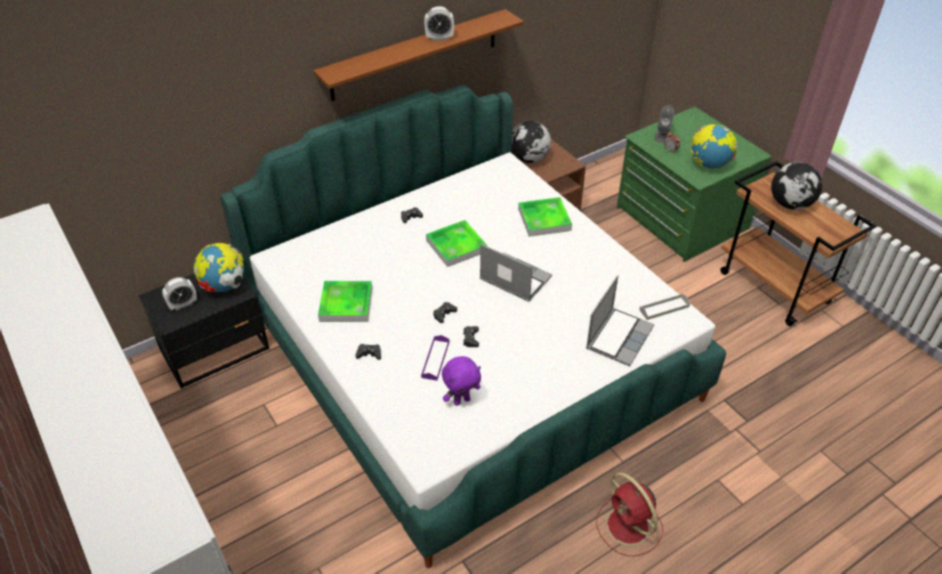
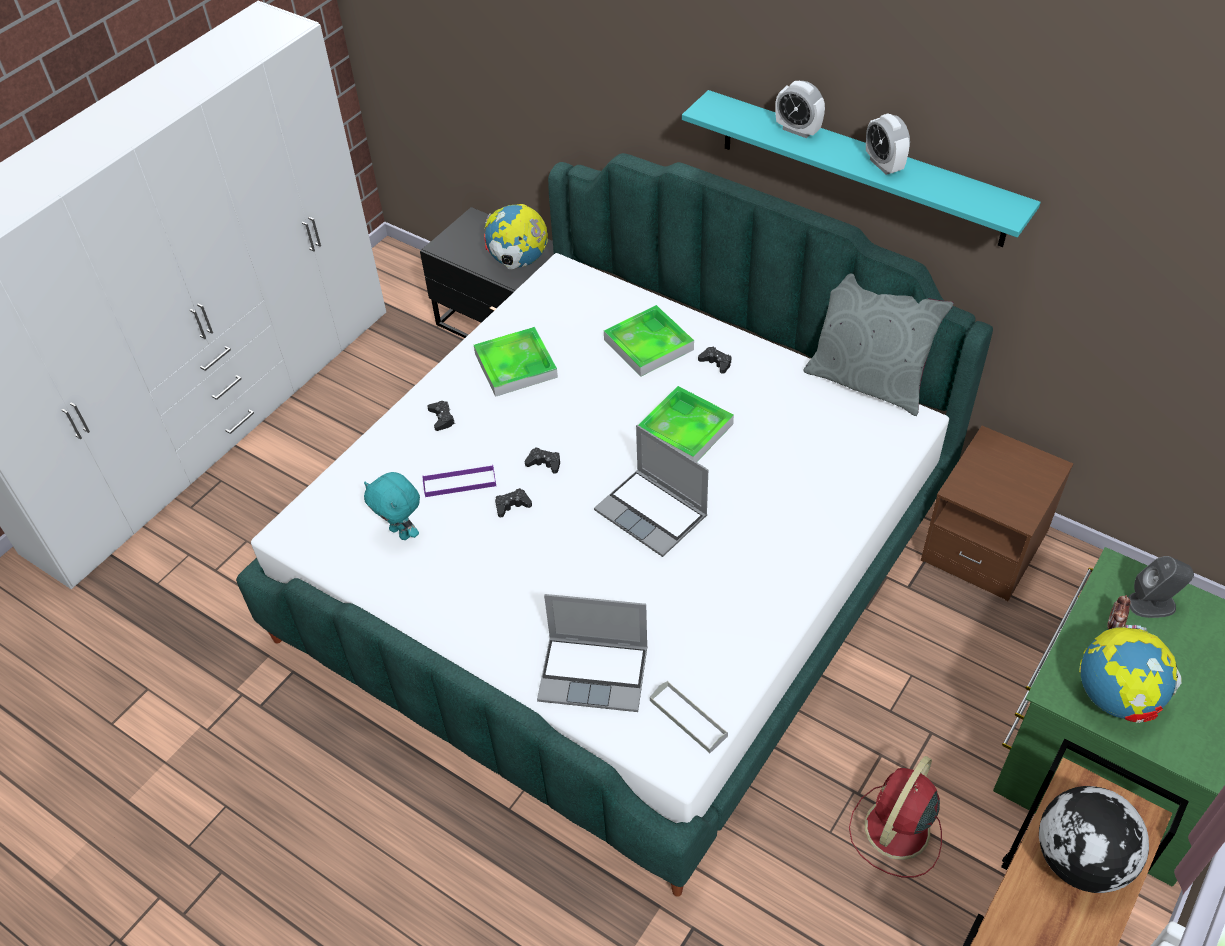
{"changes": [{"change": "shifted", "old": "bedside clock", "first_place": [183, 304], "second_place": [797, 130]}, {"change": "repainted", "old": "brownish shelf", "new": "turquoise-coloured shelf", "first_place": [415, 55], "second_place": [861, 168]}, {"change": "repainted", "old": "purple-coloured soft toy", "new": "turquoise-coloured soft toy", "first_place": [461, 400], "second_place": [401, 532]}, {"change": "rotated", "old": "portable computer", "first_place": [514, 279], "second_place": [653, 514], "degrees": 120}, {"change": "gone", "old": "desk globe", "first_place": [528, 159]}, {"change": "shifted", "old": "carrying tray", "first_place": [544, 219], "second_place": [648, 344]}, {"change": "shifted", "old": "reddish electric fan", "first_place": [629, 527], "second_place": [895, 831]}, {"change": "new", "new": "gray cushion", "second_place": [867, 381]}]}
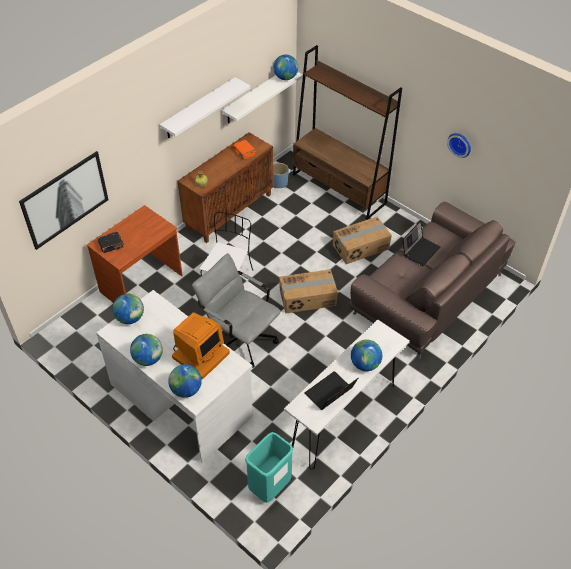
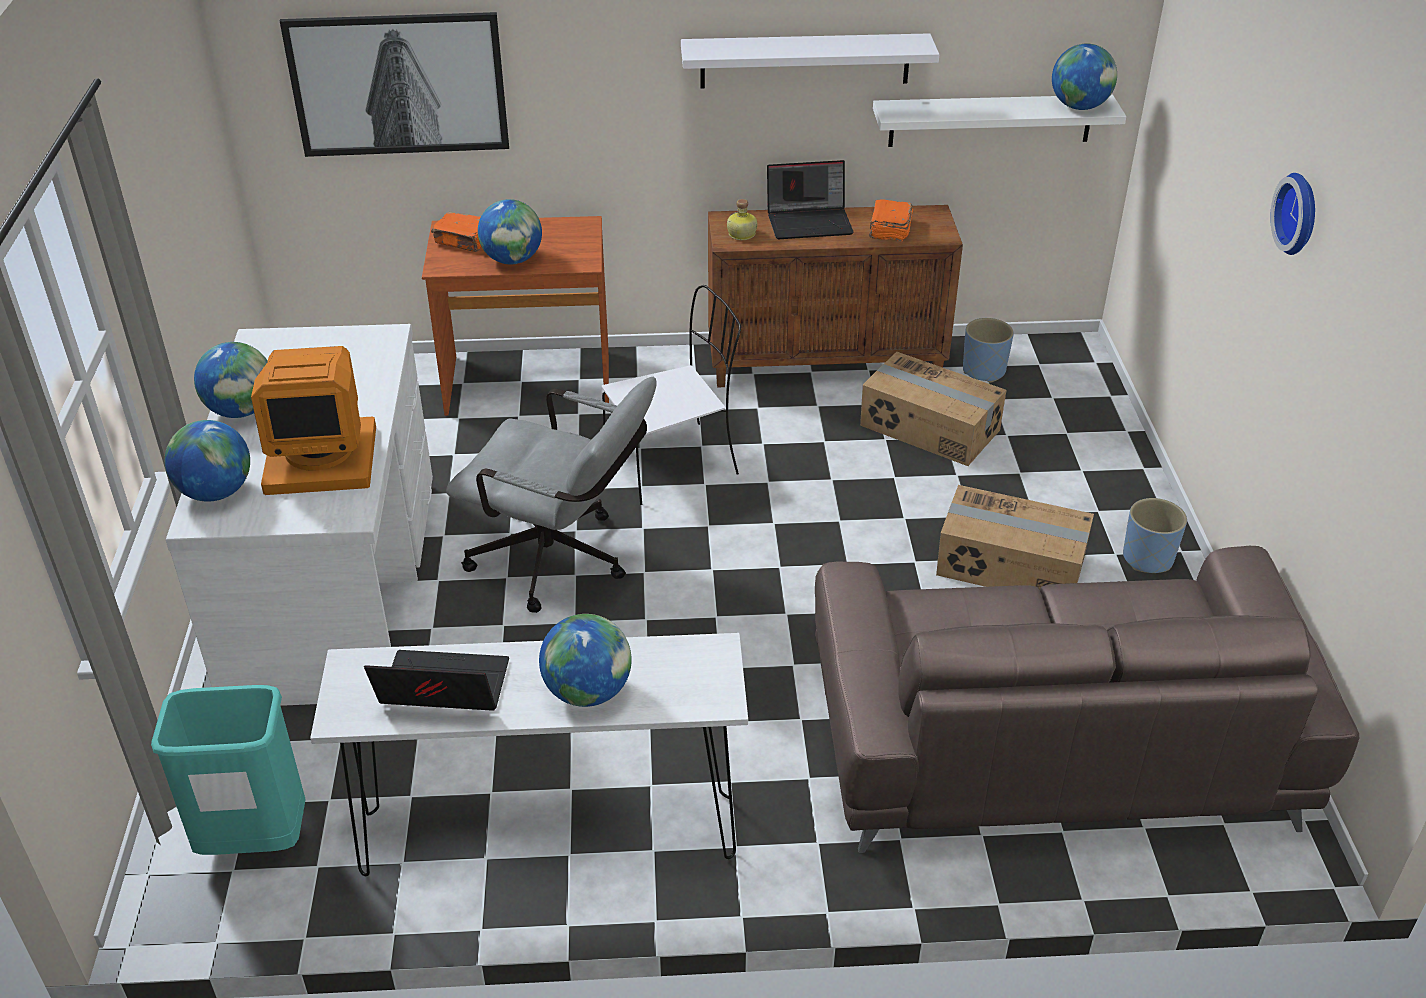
{"changes": [{"change": "repainted", "old": "black-coloured book", "new": "orangey book", "first_place": [111, 245], "second_place": [464, 241]}, {"change": "shifted", "old": "desk globe", "first_place": [130, 318], "second_place": [512, 260]}, {"change": "rotated", "old": "gray desk chair", "first_place": [239, 338], "second_place": [562, 562], "degrees": 120}, {"change": "shifted", "old": "cardboard box", "first_place": [308, 298], "second_place": [929, 428]}, {"change": "gone", "old": "brownish bookshelf", "first_place": [339, 189]}, {"change": "shifted", "old": "portable computer", "first_place": [420, 250], "second_place": [810, 222]}, {"change": "shifted", "old": "hanging clock", "first_place": [460, 144], "second_place": [1300, 213]}, {"change": "new", "new": "blue-coloured flower pot", "second_place": [1147, 558]}]}
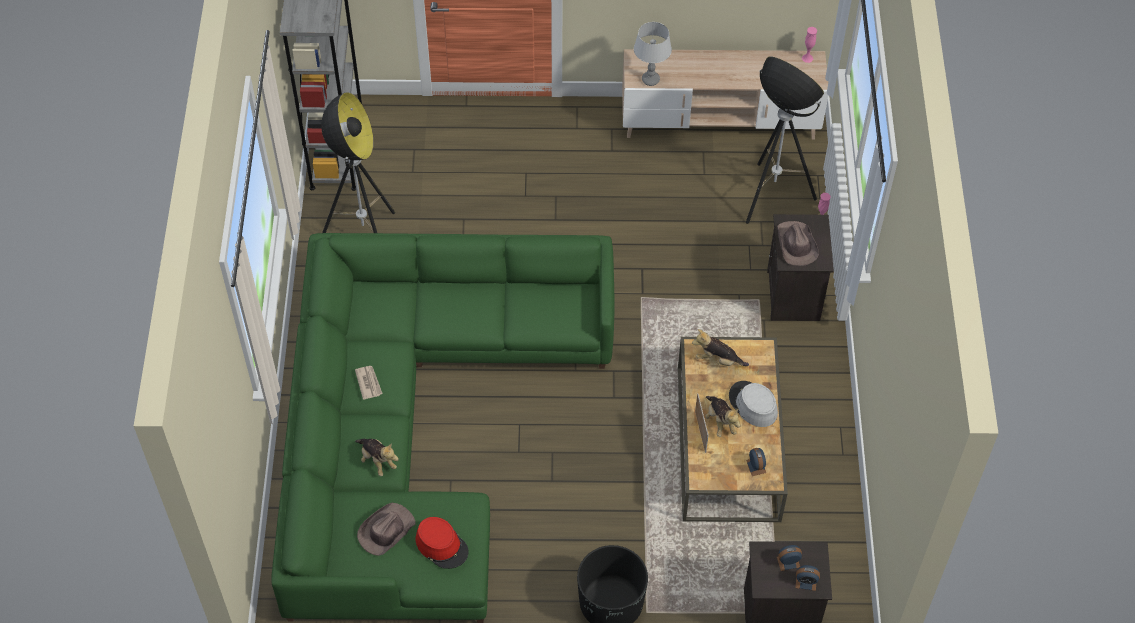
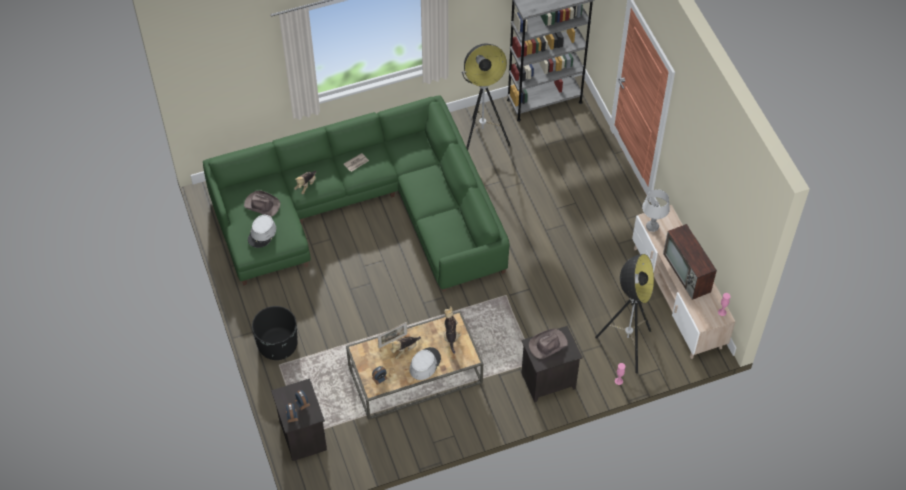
{"changes": [{"change": "repainted", "old": "reddish clothing hat", "new": "gray clothing hat", "first_place": [442, 545], "second_place": [262, 234]}, {"change": "new", "new": "TV set", "second_place": [687, 273]}]}
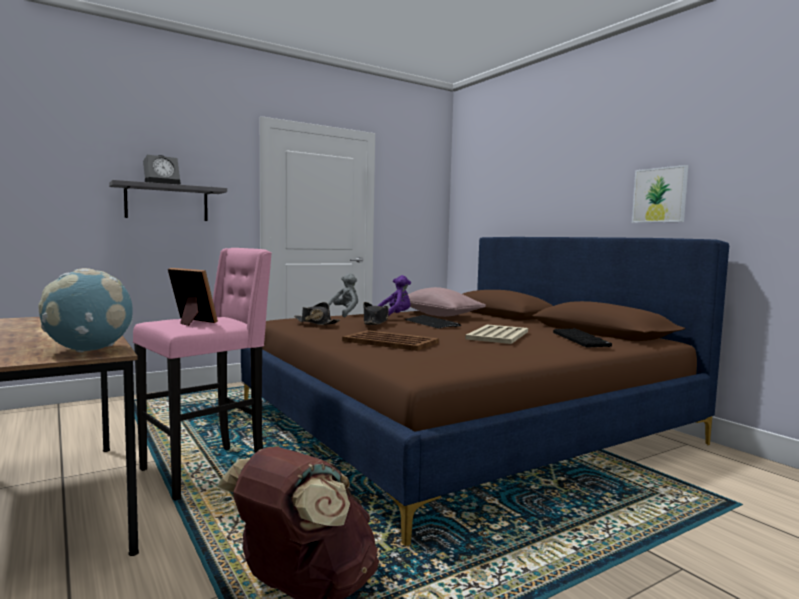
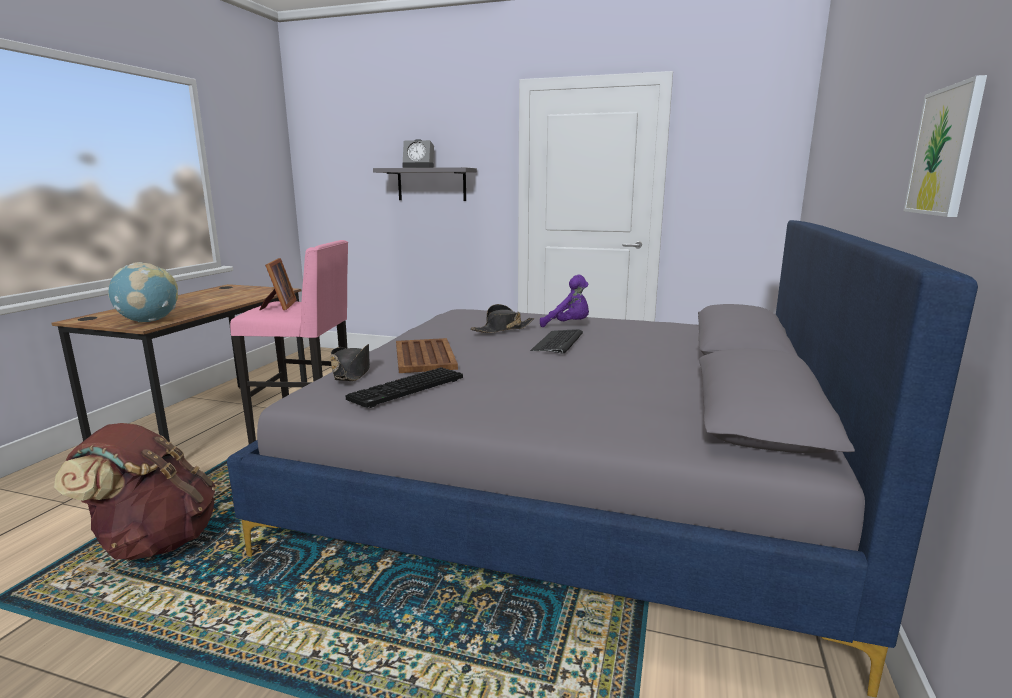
{"changes": [{"change": "repainted", "old": "brownish bedroom bed", "new": "gray bedroom bed", "first_place": [459, 423], "second_place": [570, 476]}, {"change": "shifted", "old": "black-coloured clothing hat", "first_place": [316, 323], "second_place": [352, 372]}, {"change": "gone", "old": "gray soft toy", "first_place": [344, 314]}, {"change": "gone", "old": "pinkish cushion", "first_place": [438, 315]}, {"change": "gone", "old": "sand-coloured carrying tray", "first_place": [498, 335]}, {"change": "shifted", "old": "PC keyboard", "first_place": [582, 339], "second_place": [407, 389]}]}
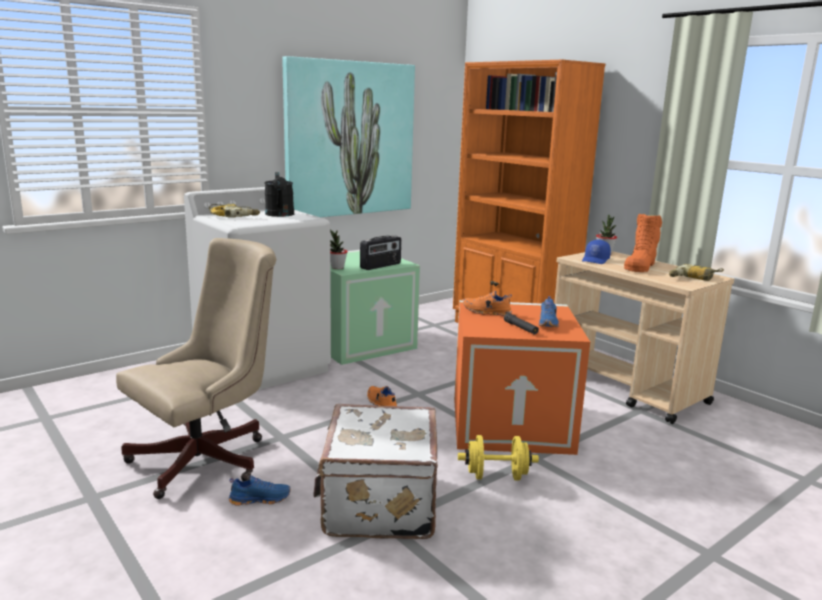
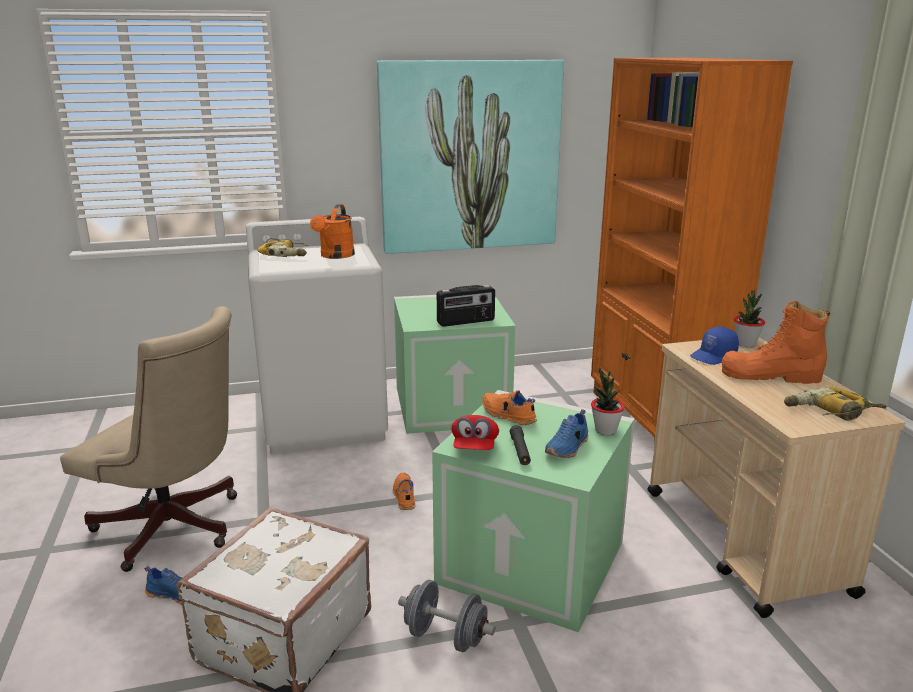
{"changes": [{"change": "rotated", "old": "sand-coloured desk chair", "first_place": [208, 458], "second_place": [175, 530], "degrees": 45}, {"change": "repainted", "old": "black-coloured watering can", "new": "orangey watering can", "first_place": [280, 215], "second_place": [335, 256]}, {"change": "shifted", "old": "houseplant", "first_place": [337, 267], "second_place": [605, 430]}, {"change": "repainted", "old": "orangey storage box", "new": "green storage box", "first_place": [512, 423], "second_place": [535, 561]}, {"change": "repainted", "old": "yellow-coloured free weight", "new": "gray free weight", "first_place": [496, 476], "second_place": [446, 637]}, {"change": "rotated", "old": "orangey tall boot", "first_place": [640, 266], "second_place": [770, 376], "degrees": 45}, {"change": "new", "new": "reddish cap", "second_place": [474, 447]}]}
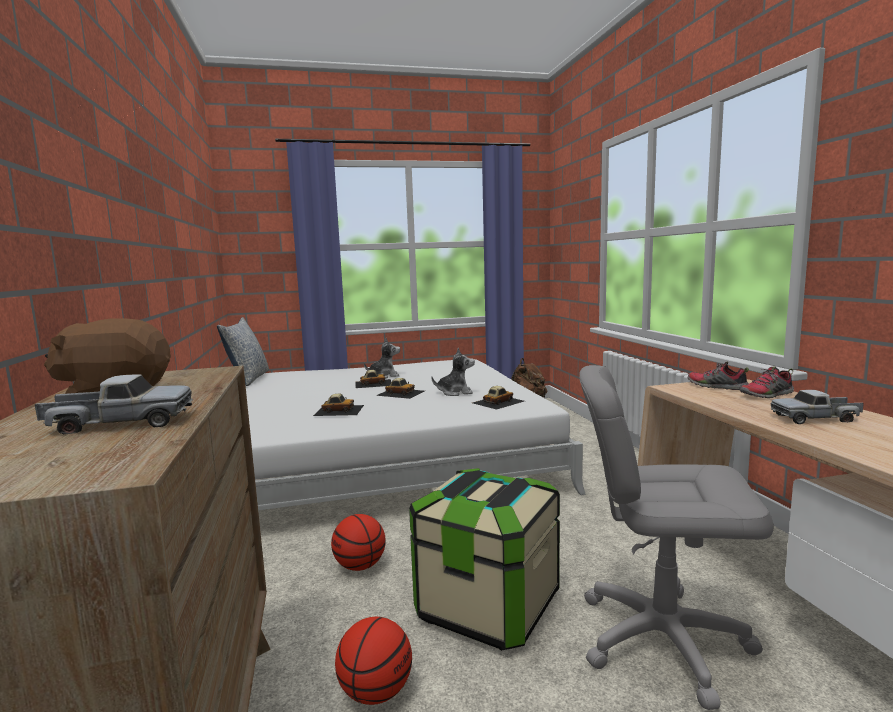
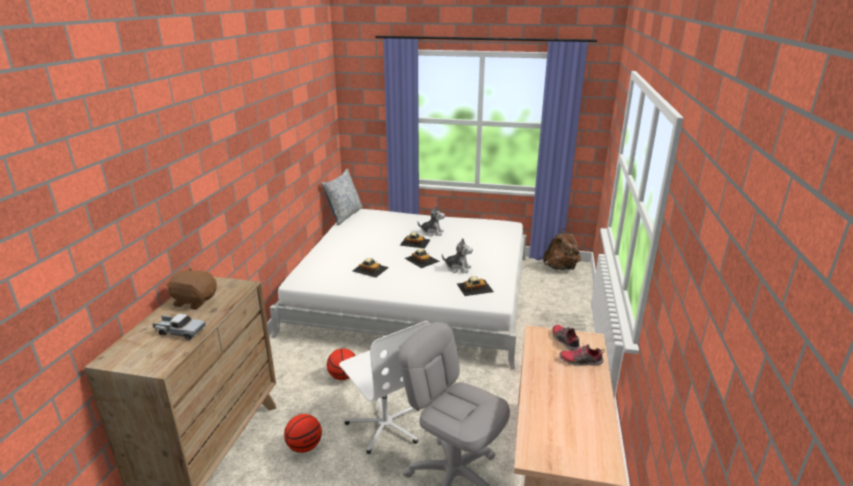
{"changes": [{"change": "swapped", "old": "storage box", "new": "whitish desk chair", "first_place": [488, 606], "second_place": [386, 424]}, {"change": "gone", "old": "model truck", "first_place": [815, 418]}]}
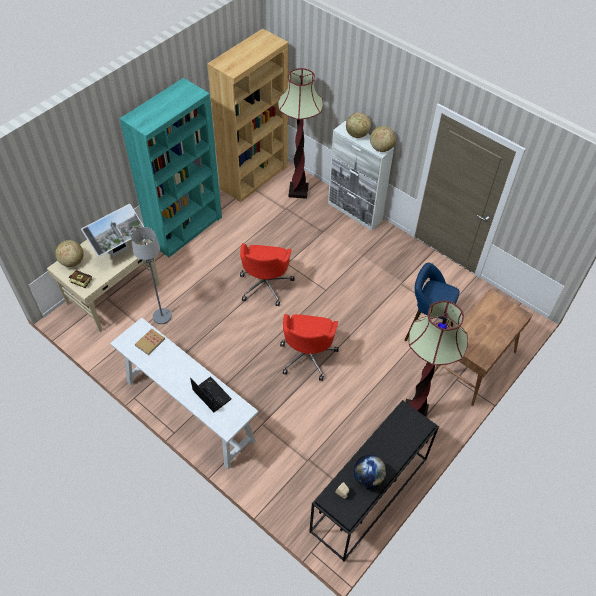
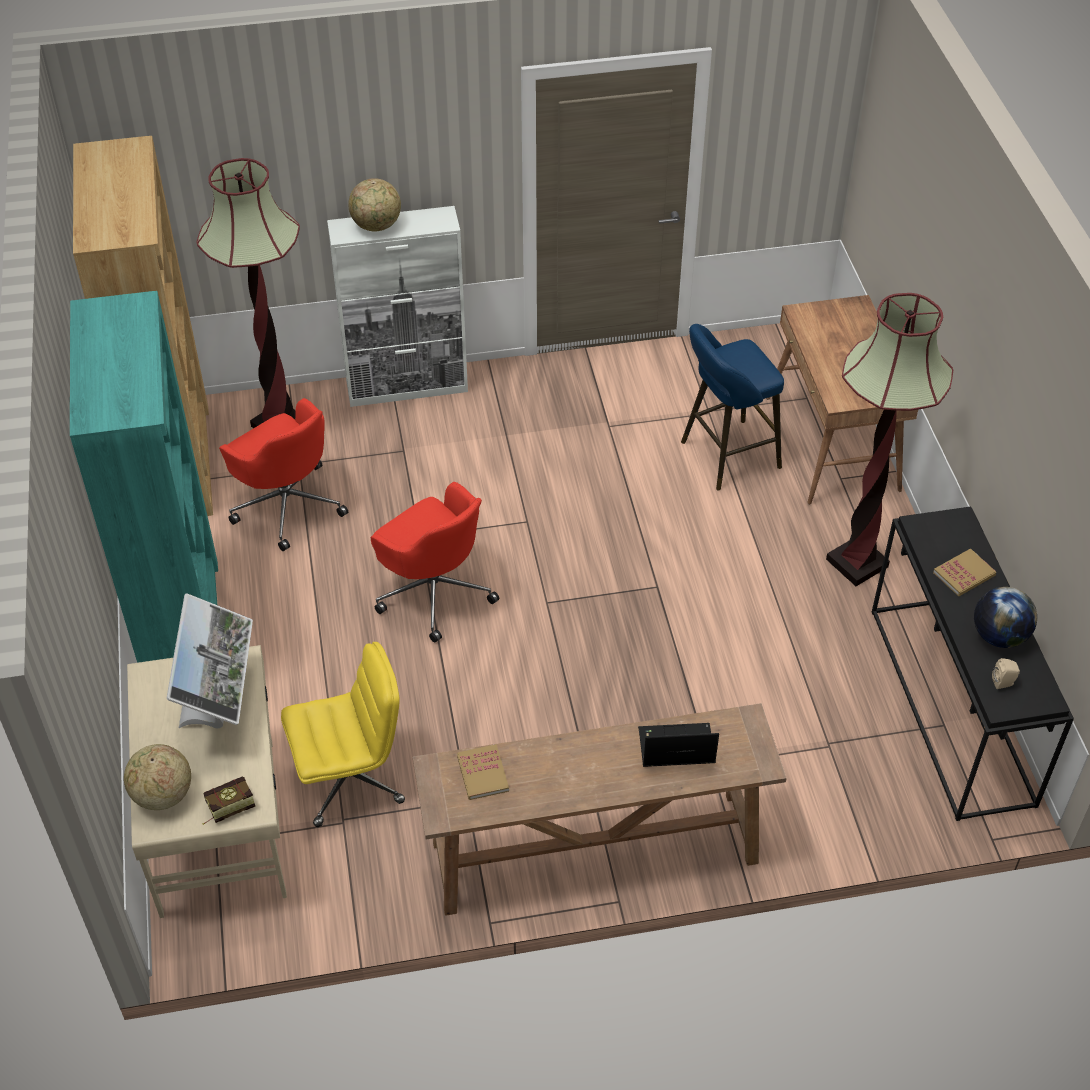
{"changes": [{"change": "repainted", "old": "whitish hall table", "new": "brownish hall table", "first_place": [189, 410], "second_place": [593, 853]}, {"change": "swapped", "old": "gray standing lamp", "new": "yellow-coloured desk chair", "first_place": [162, 316], "second_place": [350, 778]}, {"change": "shifted", "old": "reddish desk chair", "first_place": [307, 355], "second_place": [287, 504]}, {"change": "gone", "old": "desk globe", "first_place": [381, 148]}, {"change": "new", "new": "book", "second_place": [964, 574]}]}
